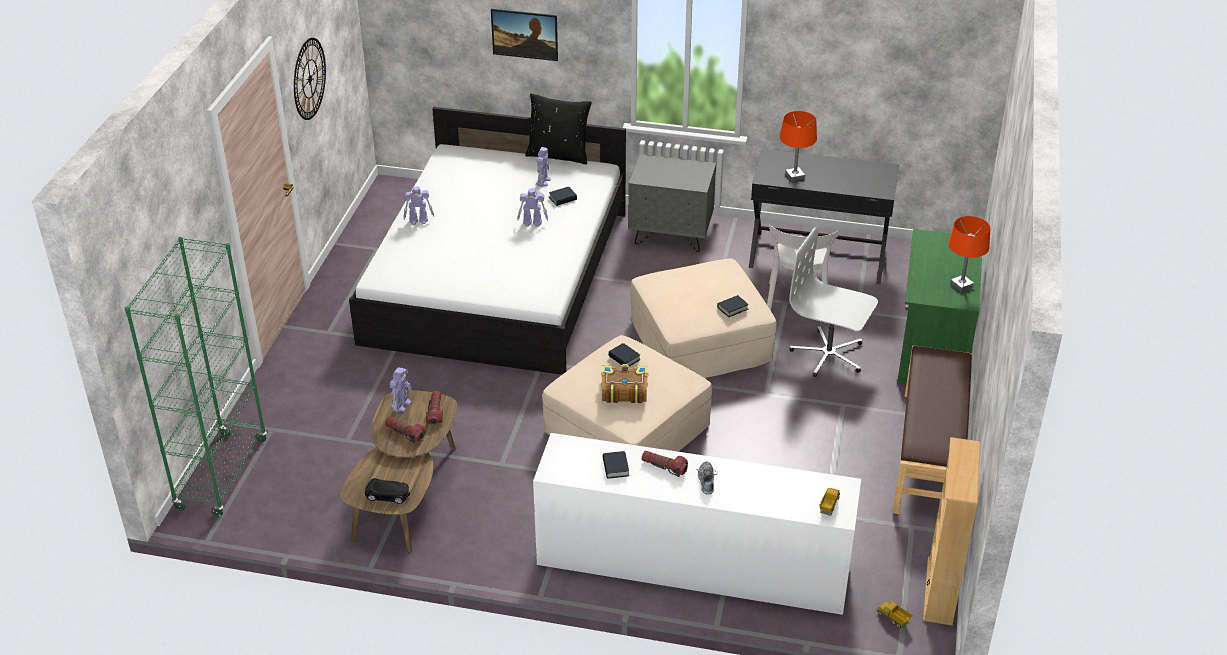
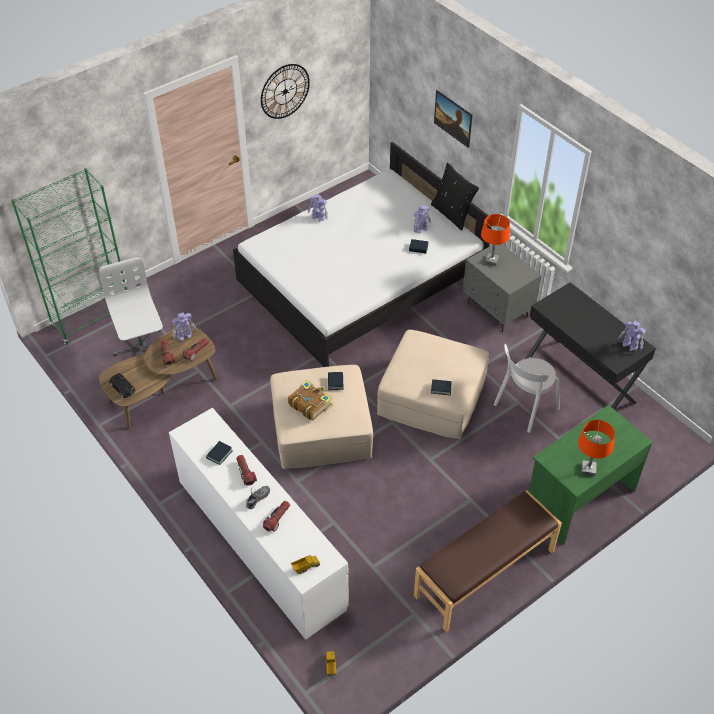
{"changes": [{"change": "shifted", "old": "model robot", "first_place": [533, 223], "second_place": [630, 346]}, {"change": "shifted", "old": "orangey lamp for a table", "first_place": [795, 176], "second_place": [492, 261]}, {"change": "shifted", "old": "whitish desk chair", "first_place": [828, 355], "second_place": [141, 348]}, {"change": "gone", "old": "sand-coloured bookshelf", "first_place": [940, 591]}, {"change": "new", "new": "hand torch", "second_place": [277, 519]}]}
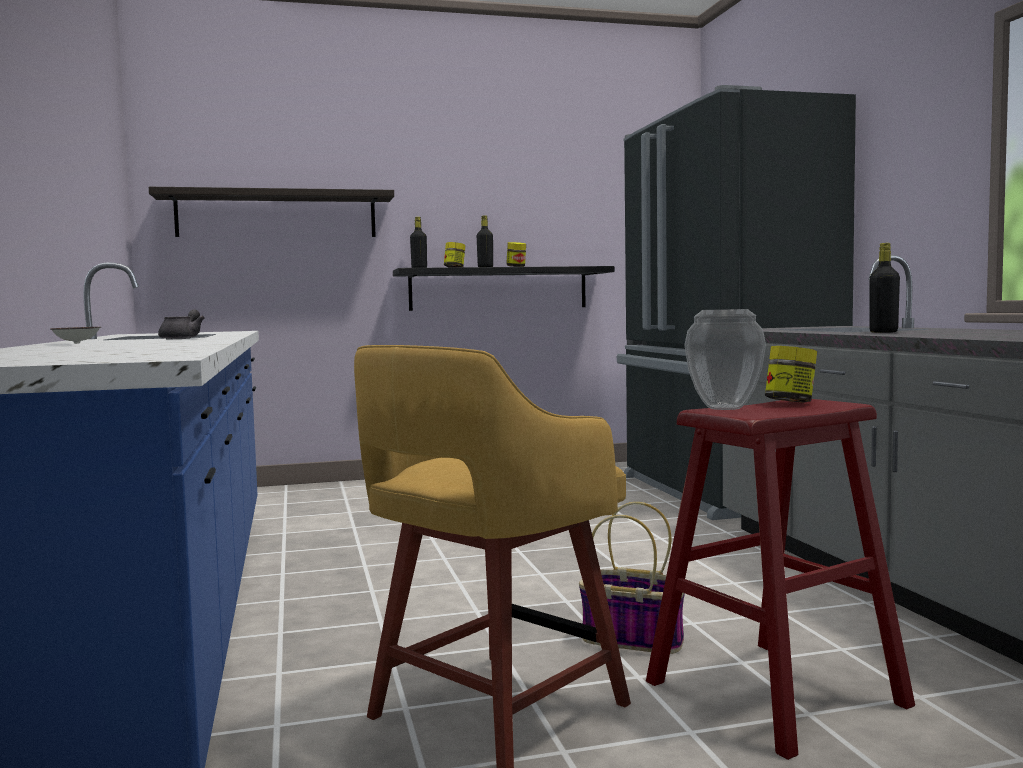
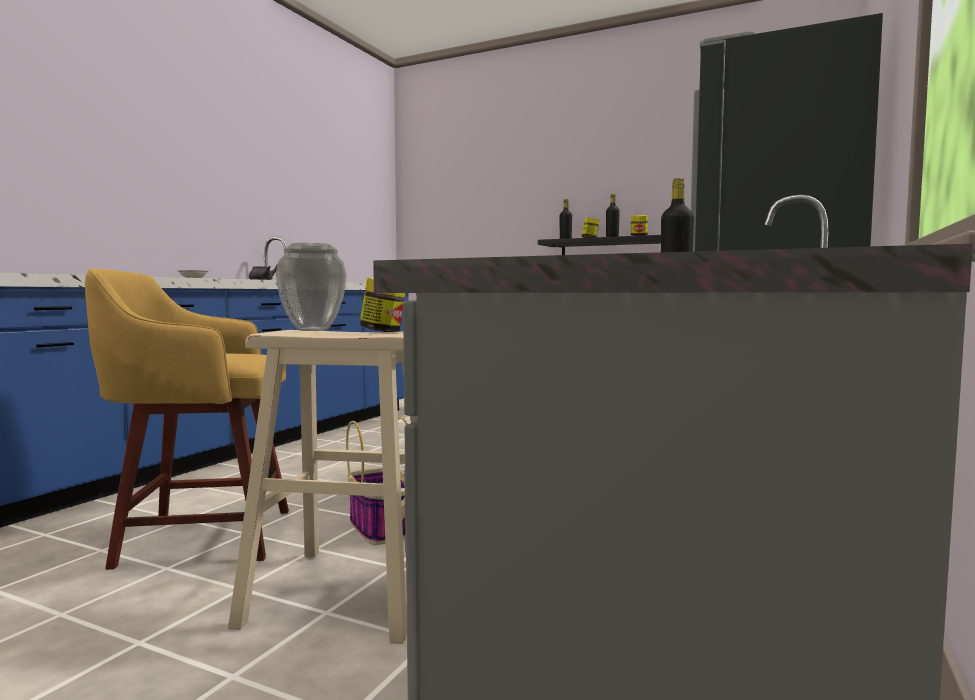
{"changes": [{"change": "gone", "old": "shelf", "first_place": [277, 215]}, {"change": "repainted", "old": "reddish stool seat", "new": "sand-coloured stool seat", "first_place": [774, 693], "second_place": [348, 591]}]}
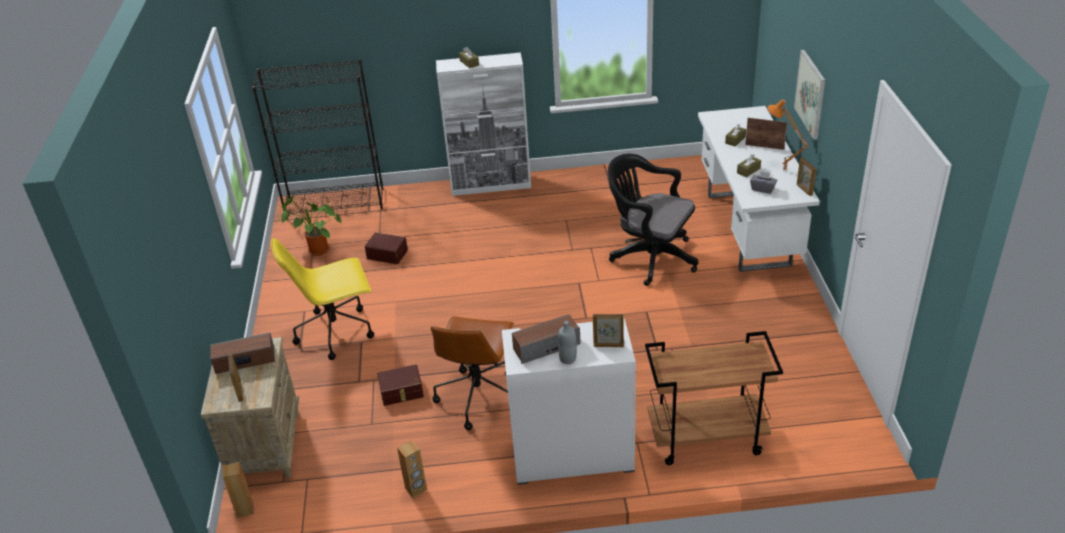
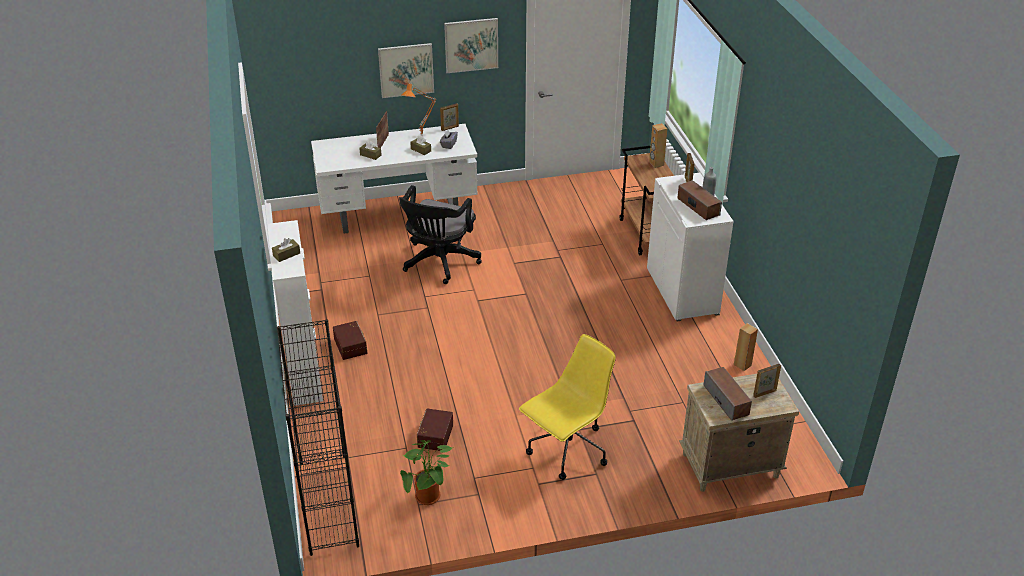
{"changes": [{"change": "shifted", "old": "brownish audio speaker", "first_place": [245, 509], "second_place": [656, 163]}, {"change": "rotated", "old": "yellow-coloured desk chair", "first_place": [336, 331], "second_place": [567, 450], "degrees": -105}, {"change": "shifted", "old": "brownish storage box", "first_place": [402, 392], "second_place": [351, 346]}, {"change": "gone", "old": "brownish desk chair", "first_place": [478, 396]}, {"change": "new", "new": "picture", "second_place": [471, 45]}]}
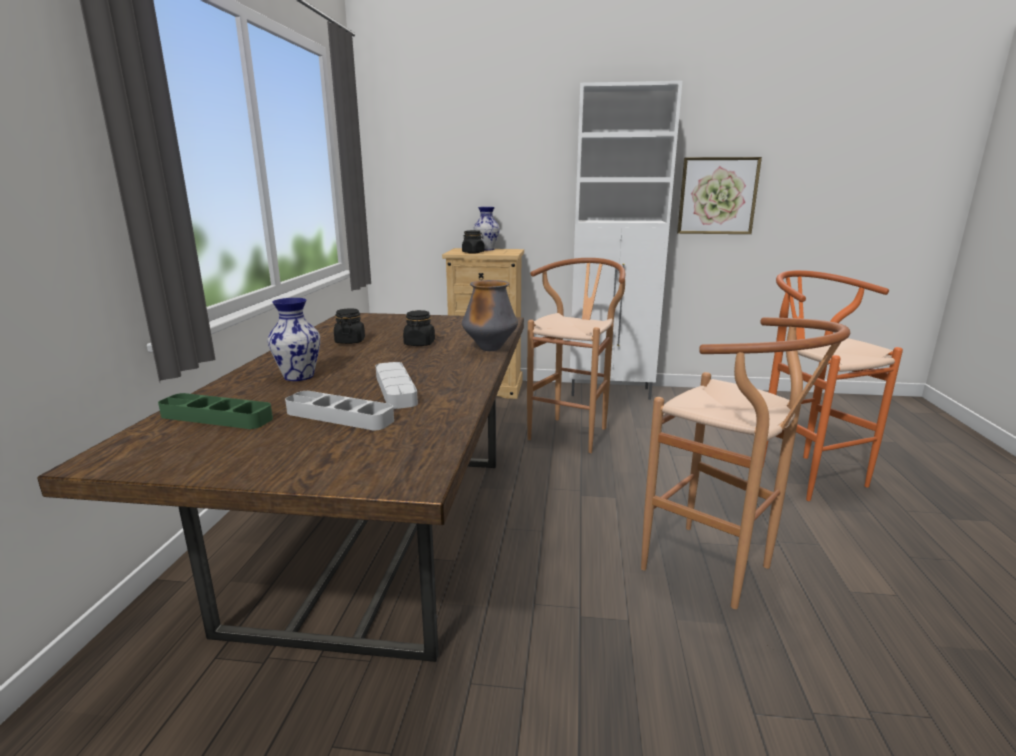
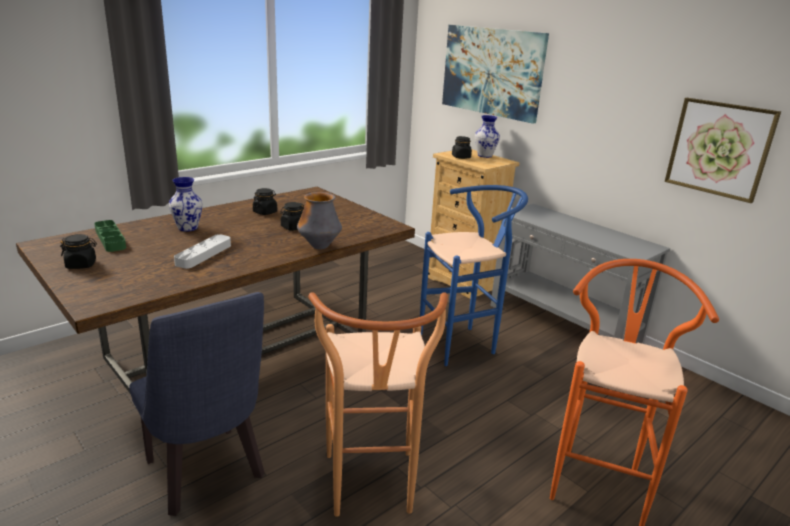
{"changes": [{"change": "gone", "old": "gray carrying tray", "first_place": [339, 416]}, {"change": "repainted", "old": "brownish stool seat", "new": "blue-coloured stool seat", "first_place": [573, 431], "second_place": [464, 343]}, {"change": "swapped", "old": "whitish storage cabinet", "new": "gray hall table", "first_place": [611, 392], "second_place": [562, 326]}, {"change": "new", "new": "black-coloured preserve jar", "second_place": [81, 265]}, {"change": "new", "new": "blue-coloured chair", "second_place": [208, 475]}, {"change": "new", "new": "picture", "second_place": [492, 71]}]}
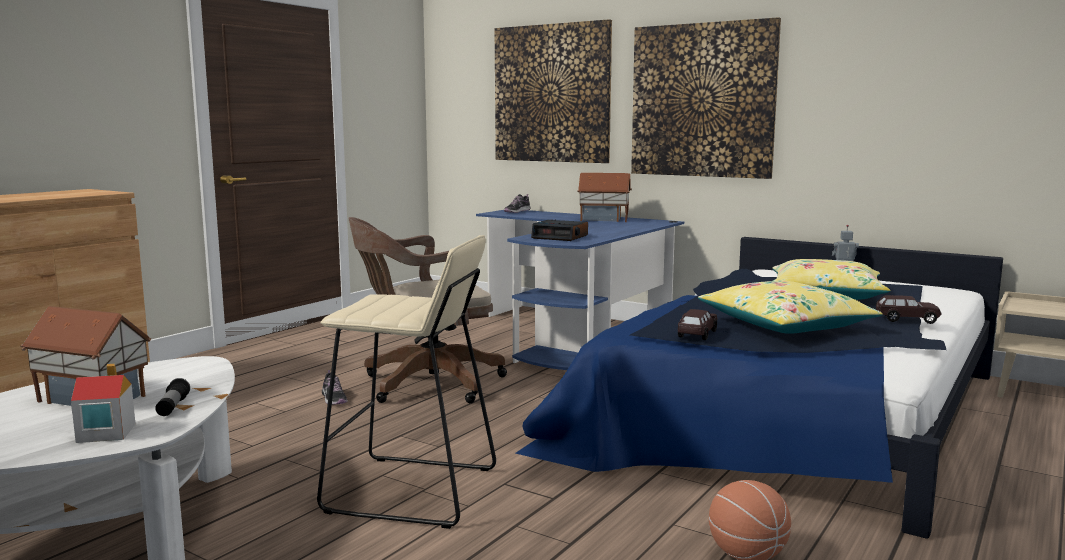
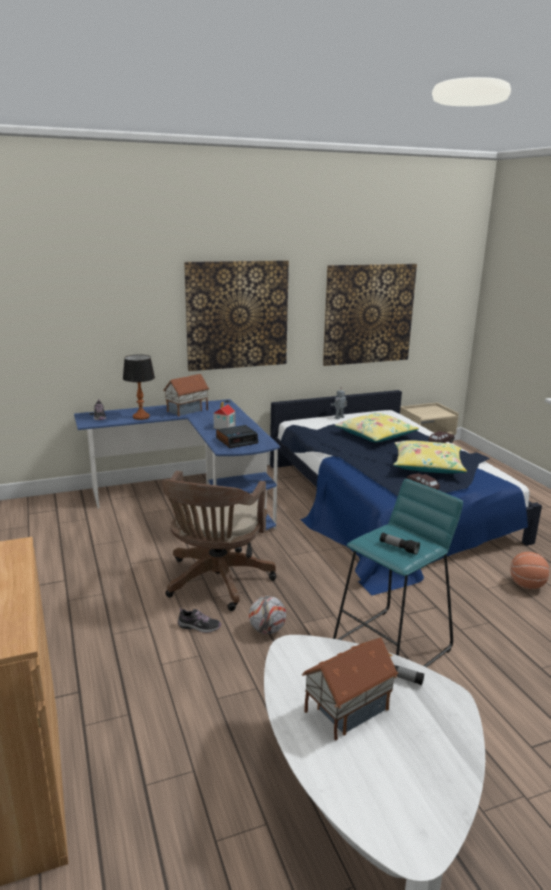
{"changes": [{"change": "shifted", "old": "miniature house", "first_place": [105, 433], "second_place": [224, 427]}, {"change": "repainted", "old": "sand-coloured stool seat", "new": "turquoise-coloured stool seat", "first_place": [412, 491], "second_place": [393, 646]}, {"change": "shifted", "old": "picture", "first_place": [552, 93], "second_place": [368, 314]}, {"change": "new", "new": "lamp for a table", "second_place": [141, 417]}, {"change": "new", "new": "ball for football", "second_place": [267, 630]}, {"change": "new", "new": "hand torch", "second_place": [398, 548]}]}
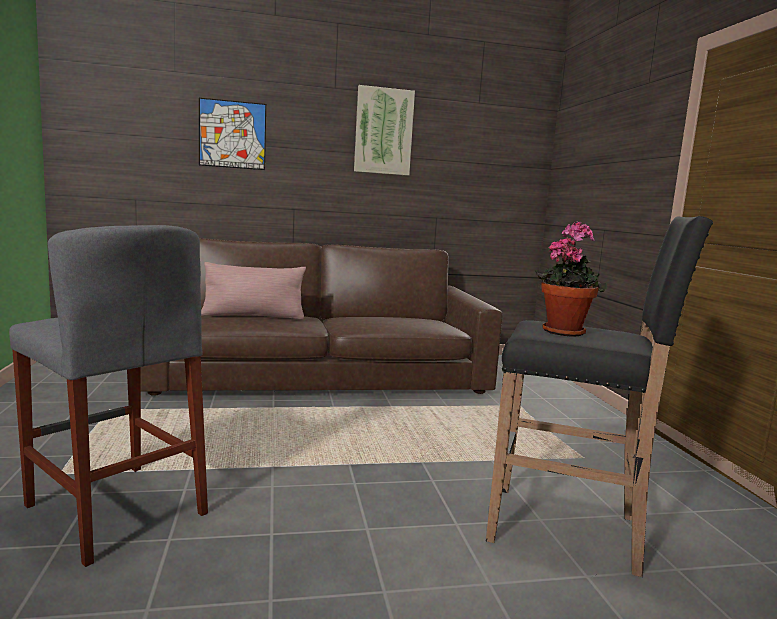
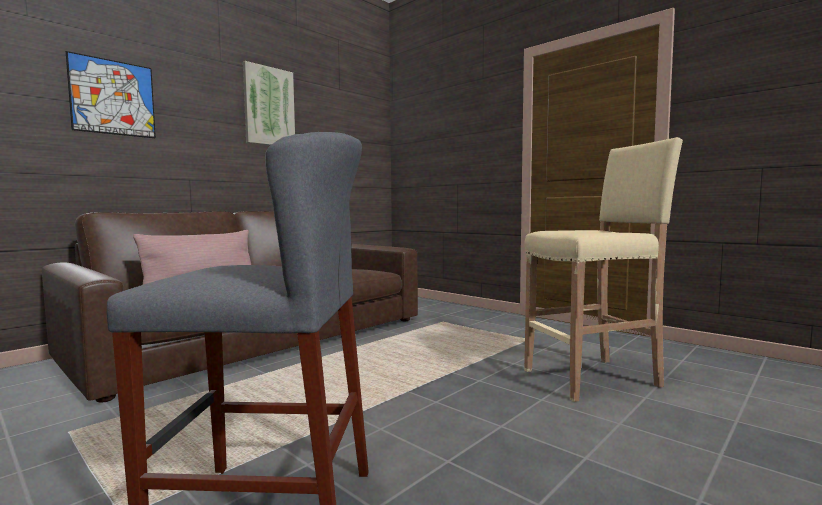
{"changes": [{"change": "repainted", "old": "black-coloured stool seat", "new": "sand-coloured stool seat", "first_place": [567, 529], "second_place": [593, 378]}, {"change": "gone", "old": "houseplant", "first_place": [564, 331]}]}
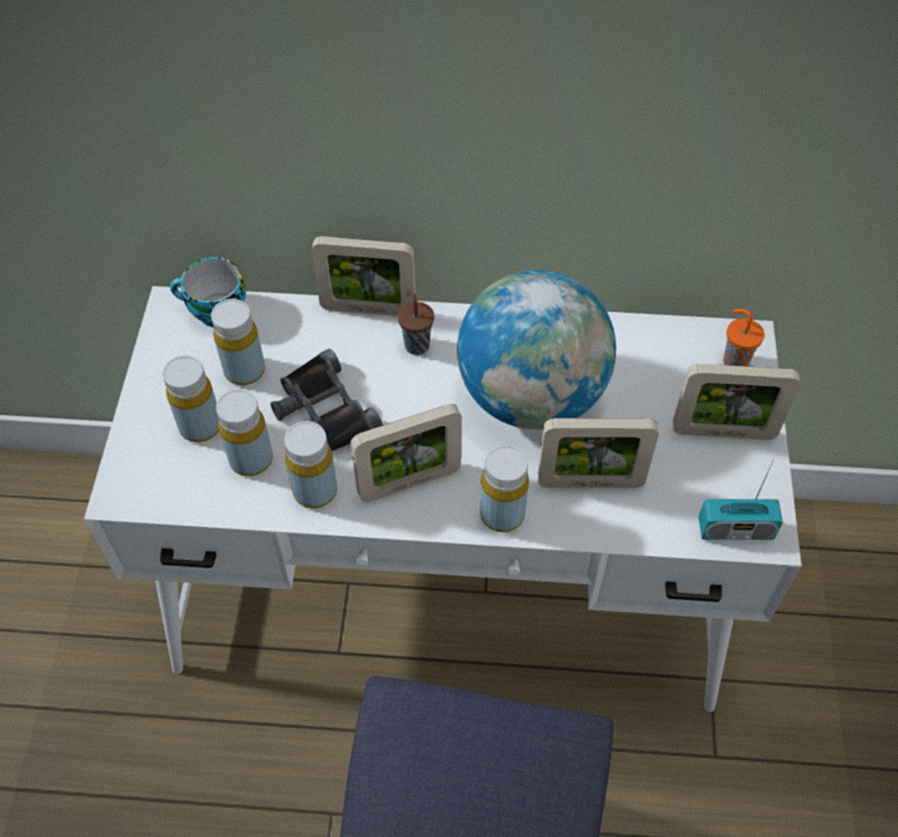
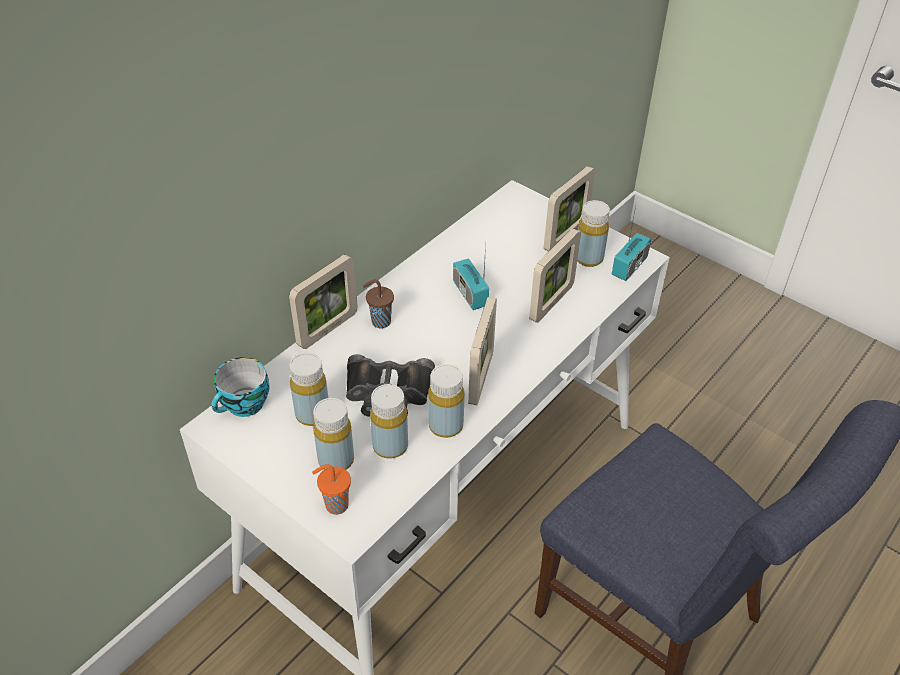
{"changes": [{"change": "swapped", "old": "desk globe", "new": "radio receiver", "first_place": [531, 396], "second_place": [470, 294]}, {"change": "shifted", "old": "yellow-coloured beverage bottle", "first_place": [502, 514], "second_place": [588, 258]}, {"change": "shifted", "old": "orangey cup", "first_place": [734, 361], "second_place": [335, 505]}]}
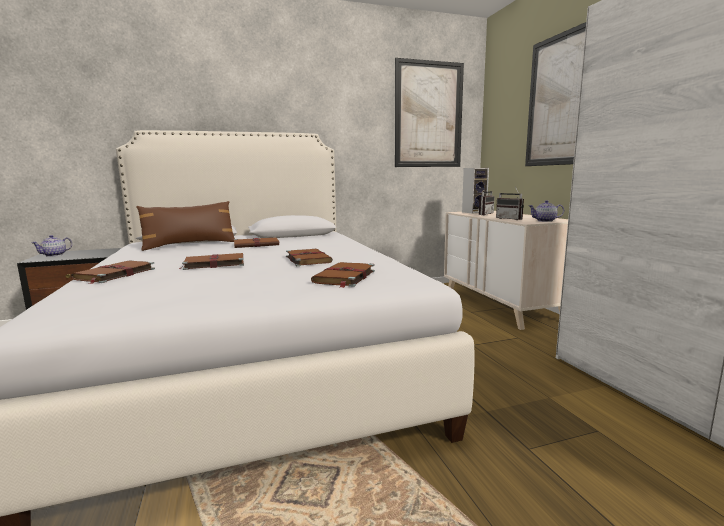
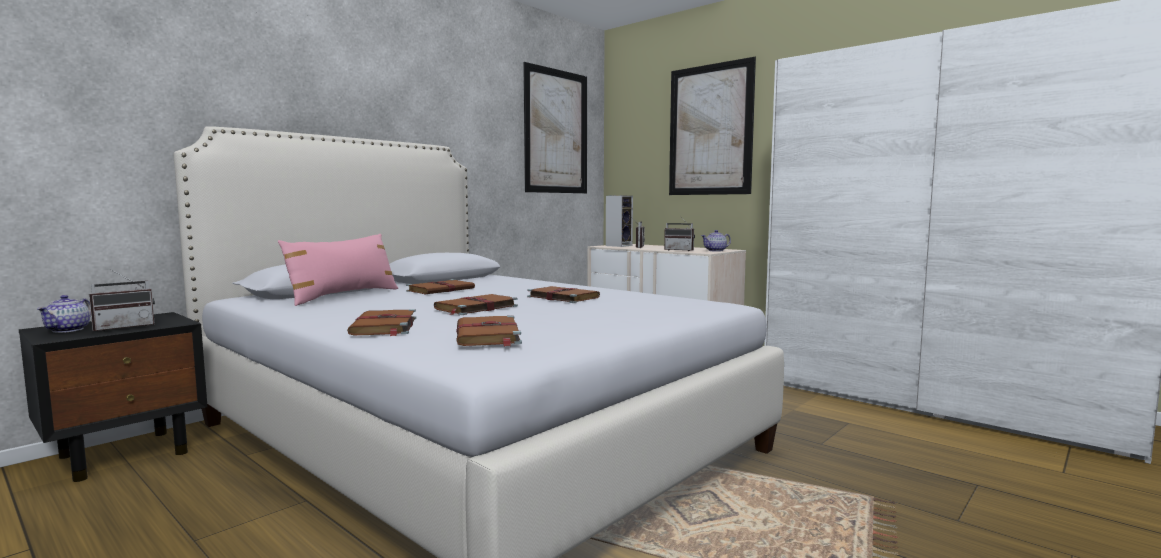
{"changes": [{"change": "repainted", "old": "brownish cushion", "new": "pinkish cushion", "first_place": [190, 245], "second_place": [343, 296]}, {"change": "shifted", "old": "brownish book", "first_place": [344, 277], "second_place": [488, 335]}, {"change": "new", "new": "radio receiver", "second_place": [124, 327]}]}
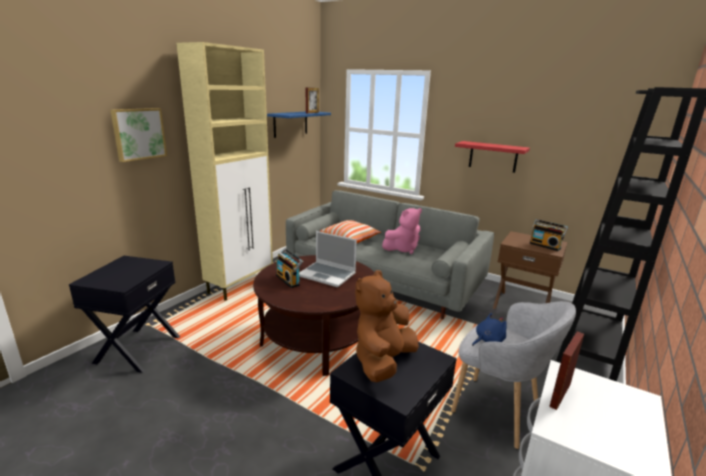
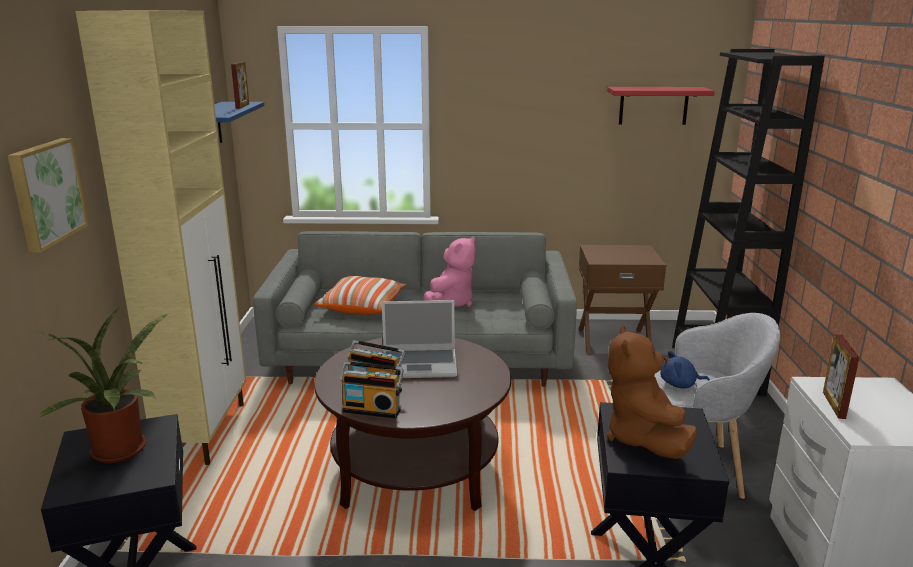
{"changes": [{"change": "shifted", "old": "reddish shelf", "first_place": [493, 156], "second_place": [653, 105]}, {"change": "rotated", "old": "blue-coloured soft toy", "first_place": [487, 340], "second_place": [680, 385], "degrees": -120}, {"change": "shifted", "old": "radio receiver", "first_place": [545, 245], "second_place": [372, 409]}, {"change": "new", "new": "houseplant", "second_place": [122, 453]}]}
